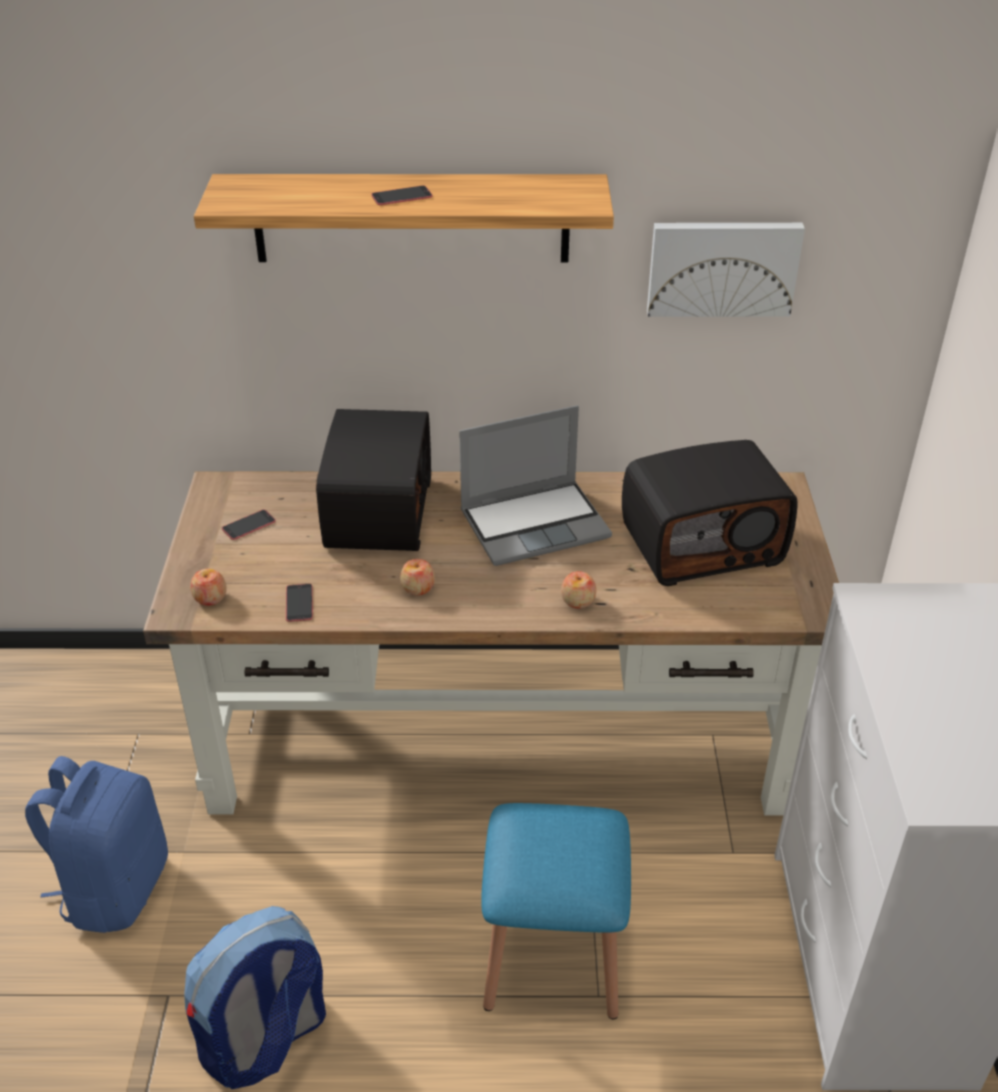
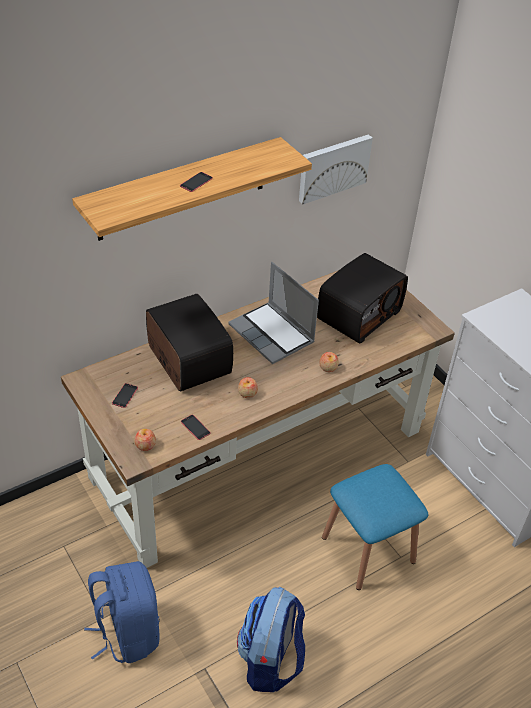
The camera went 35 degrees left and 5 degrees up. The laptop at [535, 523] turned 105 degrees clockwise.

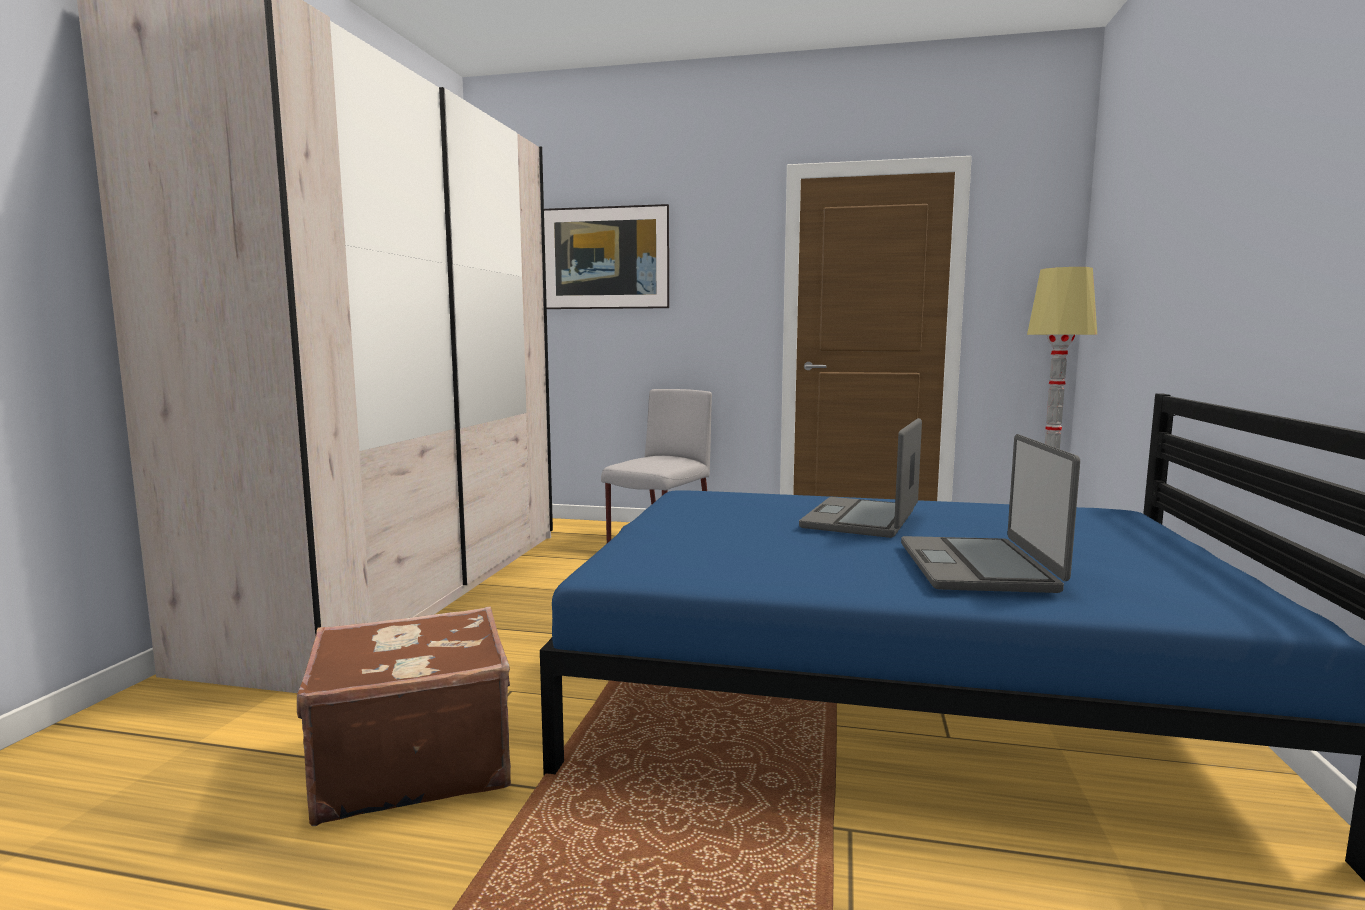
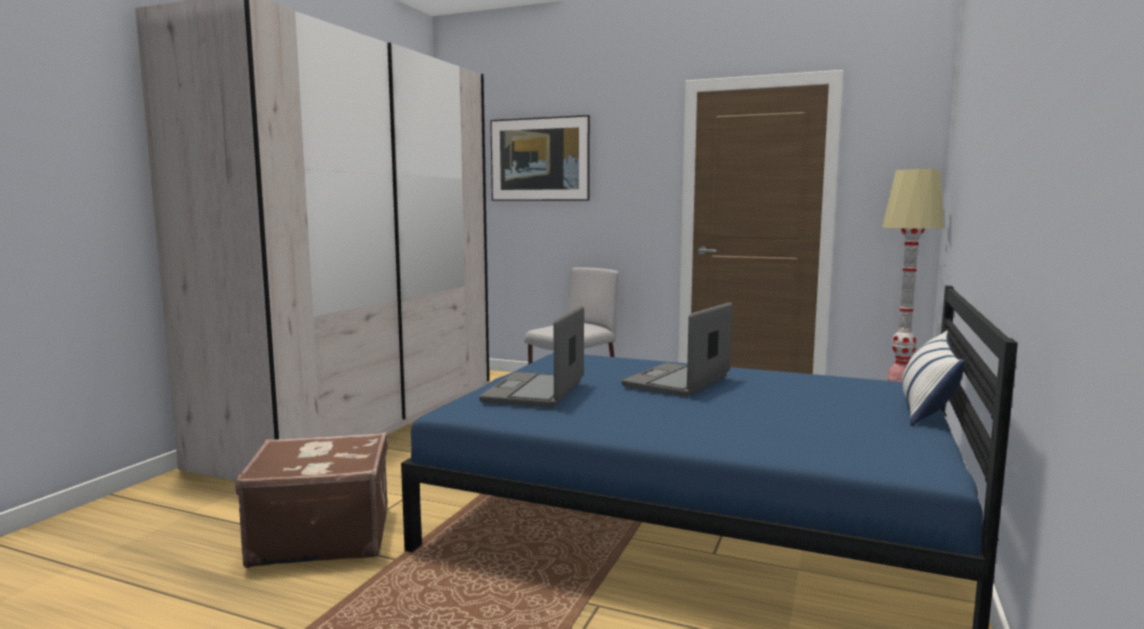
The camera went 10 degrees right and 0 degrees up. The laptop moved from [978, 567] to [535, 392]. The pillow at [926, 406] appeared.

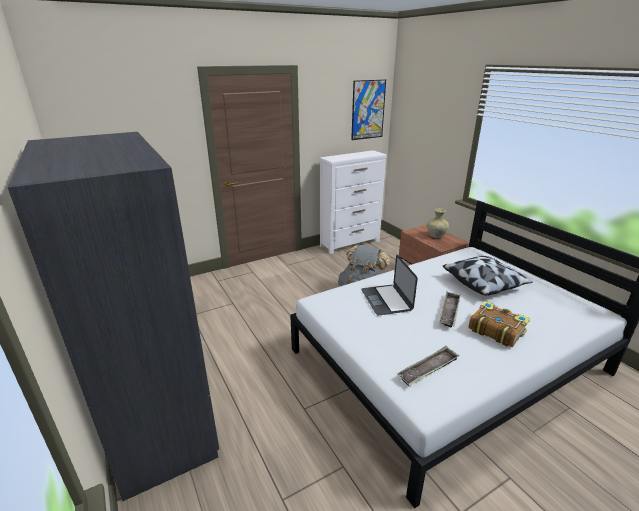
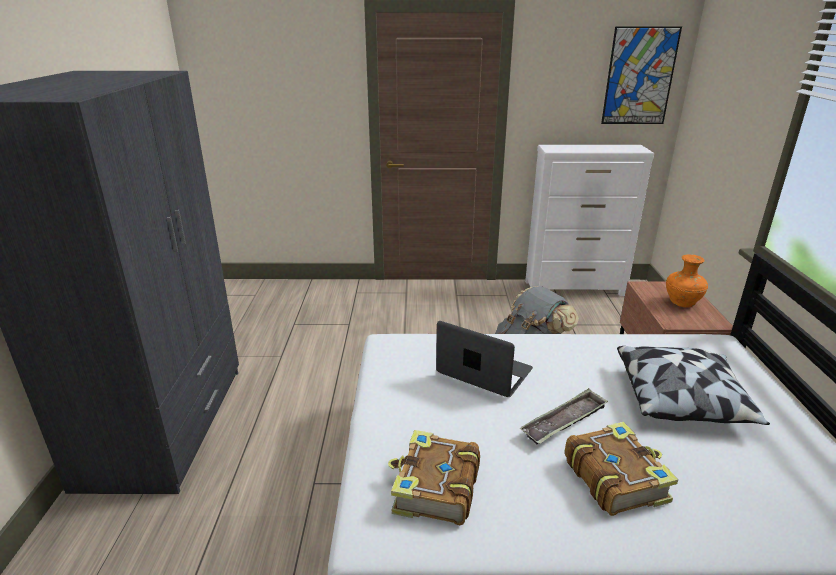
The camera went 30 degrees right and 0 degrees up. The tray at [428, 369] was replaced by the book at [435, 489]. The laptop at [386, 299] turned 105 degrees clockwise. The vase/beige at [436, 236] became the vase/orange at [682, 303].

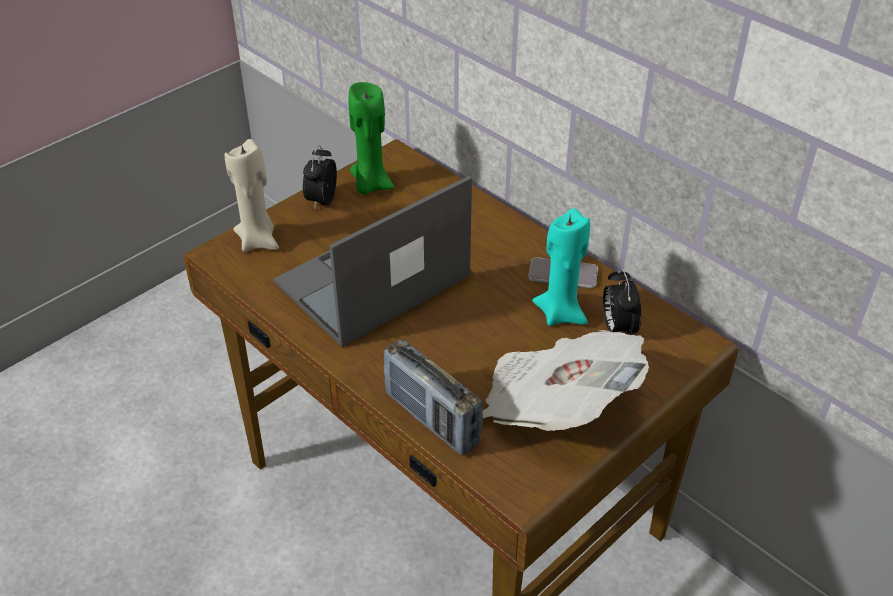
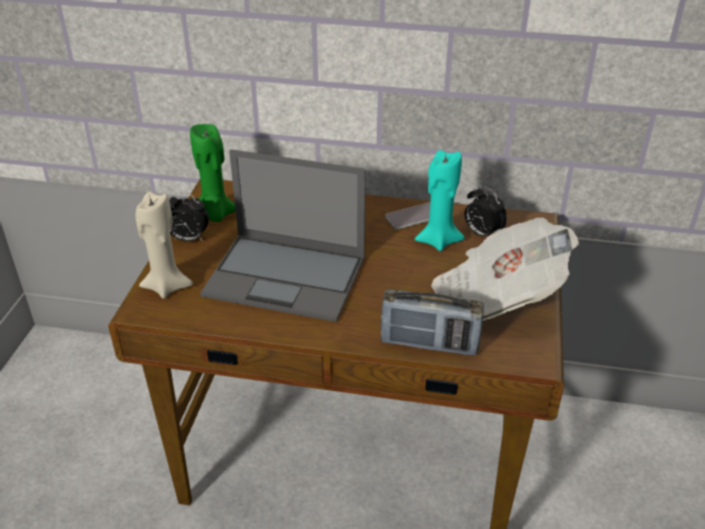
The camera went 35 degrees left and 5 degrees down. The alarm clock at [321, 200] turned 60 degrees counterclockwise. The laptop at [371, 281] turned 90 degrees counterclockwise.

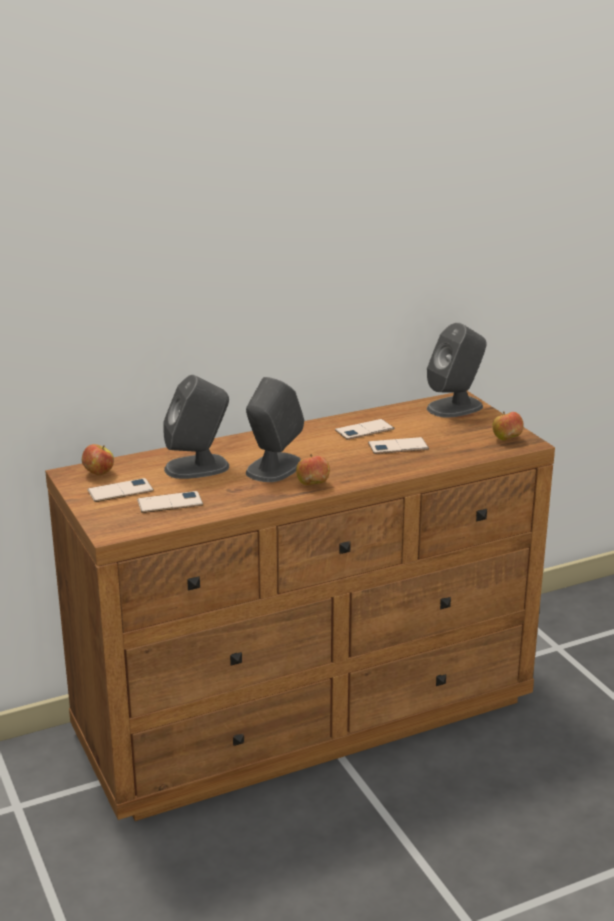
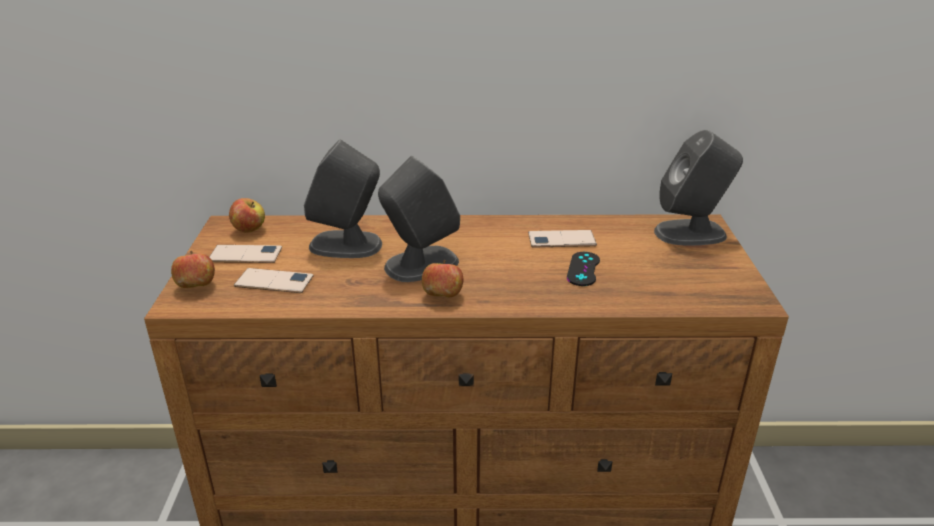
The camera went 25 degrees right and 5 degrees up. The apple moved from [506, 439] to [196, 286]. The phone at [398, 446] was replaced by the game controller/black at [583, 269].

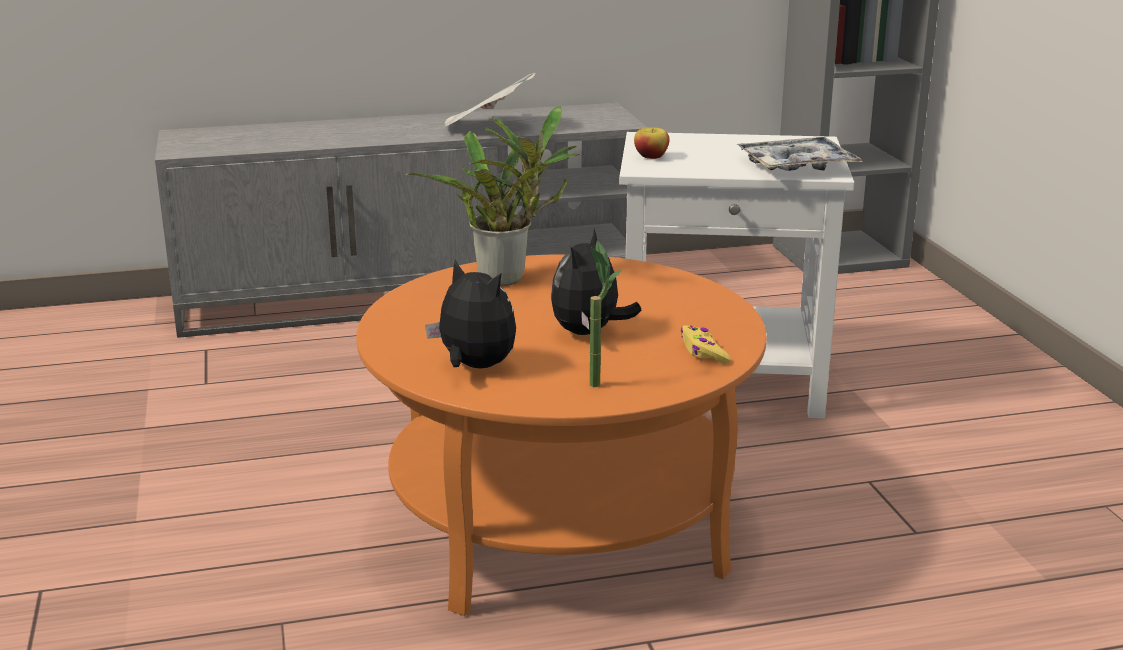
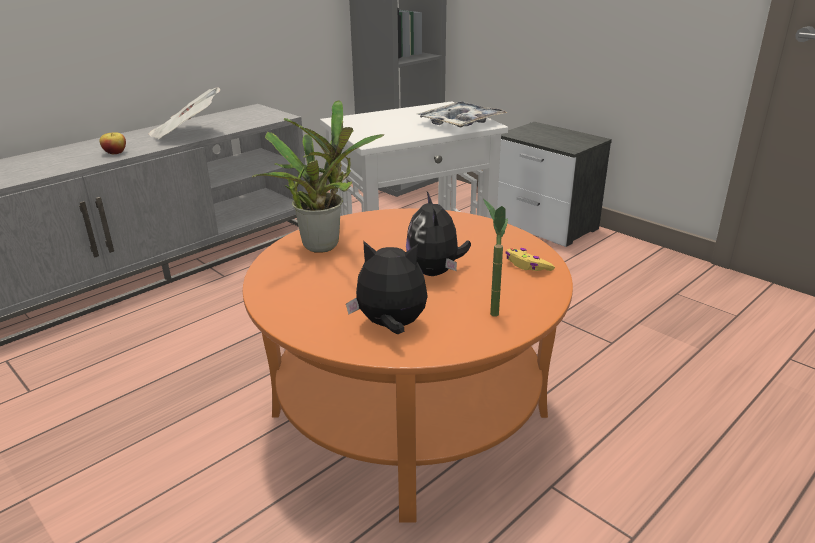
The camera went 30 degrees left and 5 degrees up. The apple moved from [651, 156] to [115, 152]. The nightstand at [546, 226] appeared.

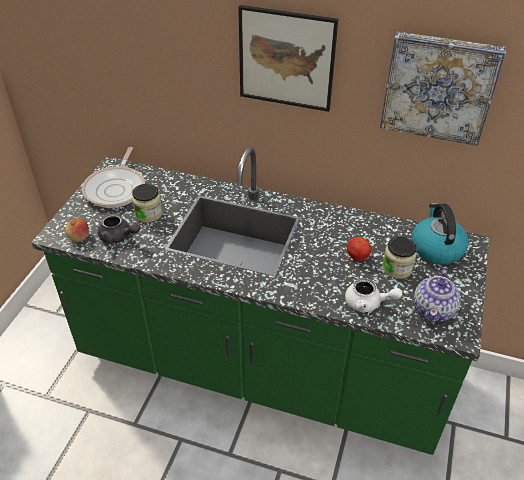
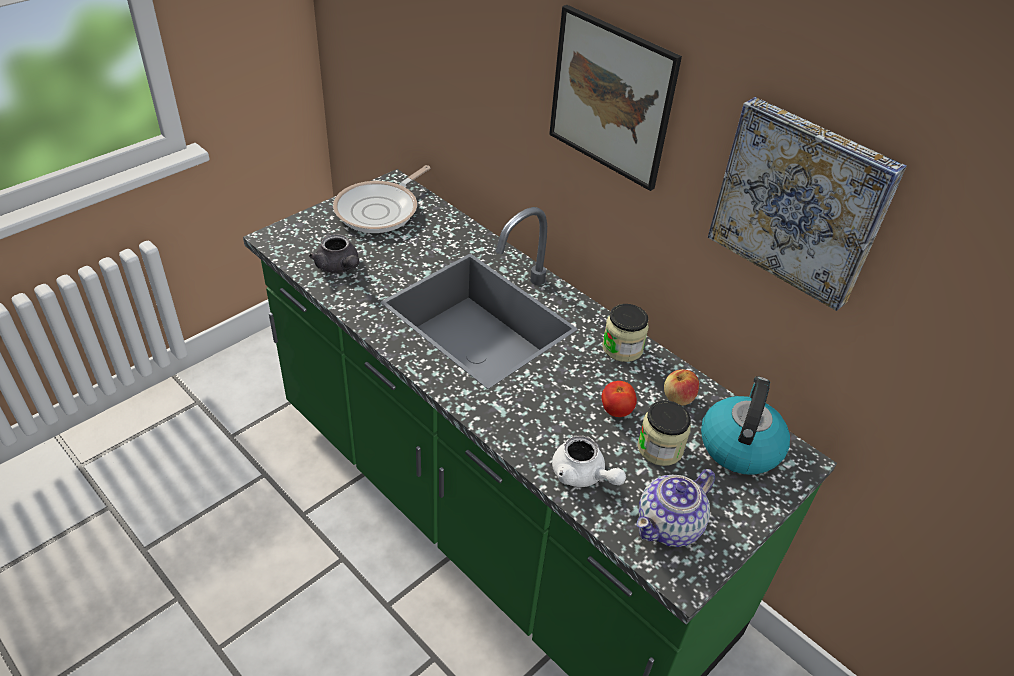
The camera went 25 degrees right and 0 degrees up. The jar moved from [148, 214] to [622, 348]. The apple moved from [79, 237] to [678, 397].

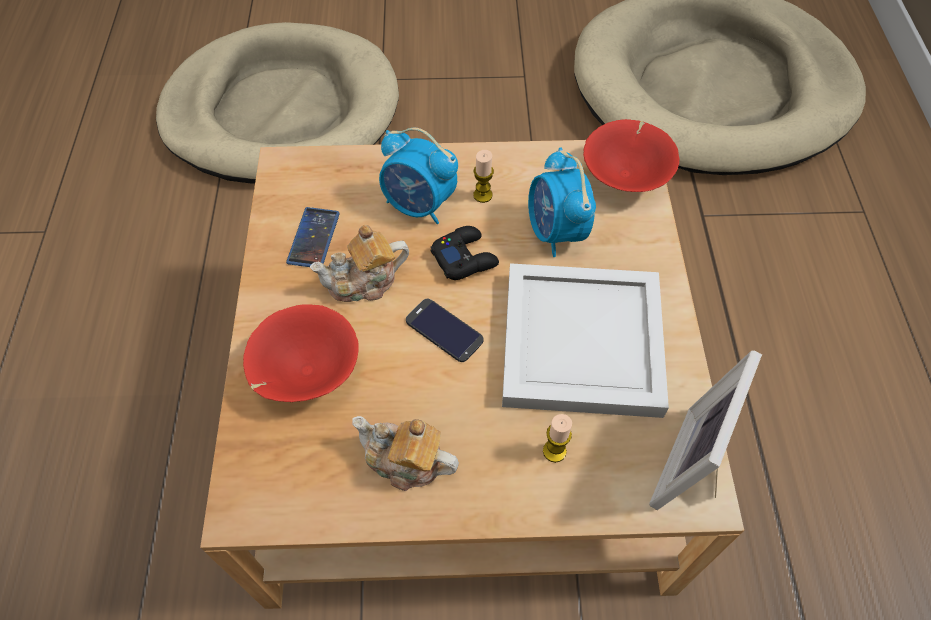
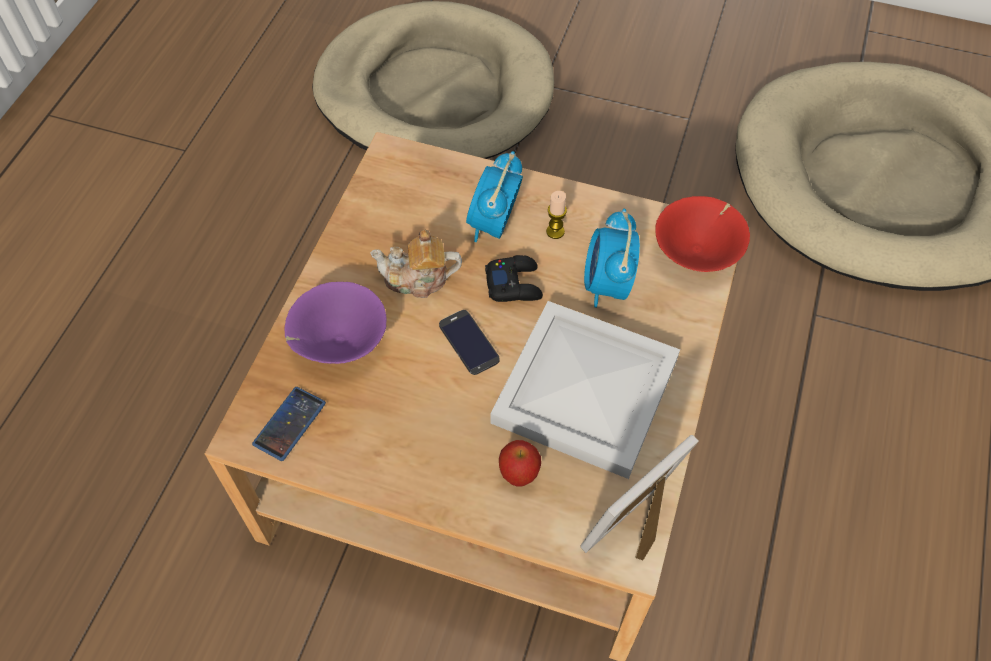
The camera went 20 degrees right and 0 degrees up. The phone moved from [313, 238] to [289, 424]. The bowl/red at [306, 372] became the bowl/purple at [338, 342]. The alarm clock at [419, 205] turned 60 degrees clockwise. The candle at [554, 451] was replaced by the apple at [519, 475]. The teapot at [405, 462] disappeared.

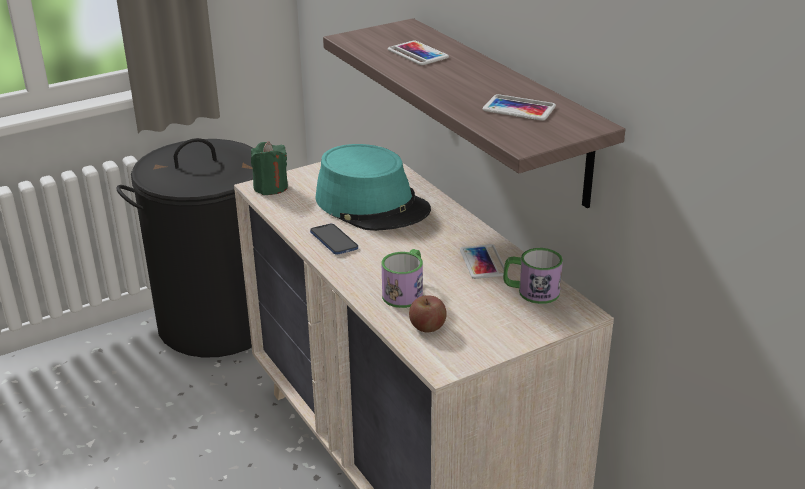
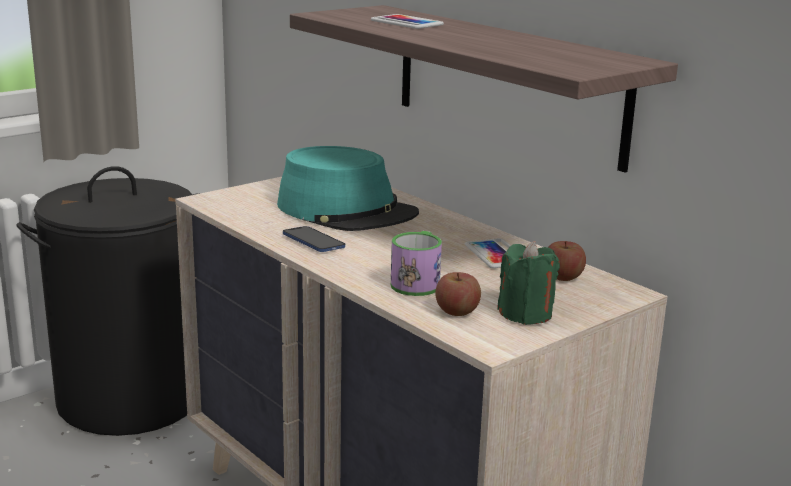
The camera went 10 degrees left and 10 degrees down. The candle/green moved from [270, 187] to [525, 314]. The mug at [531, 291] was replaced by the apple at [563, 277]. The phone at [519, 108] disappeared.

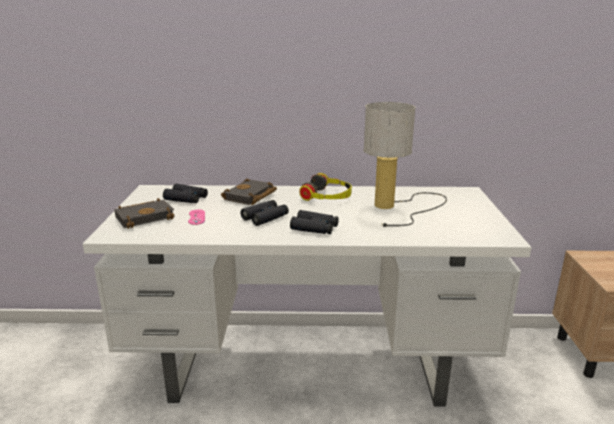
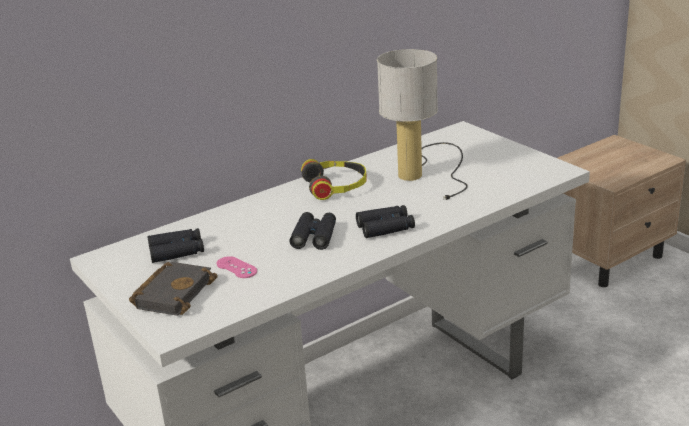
The camera went 35 degrees left and 5 degrees up. The book/black at [250, 197] disappeared.

